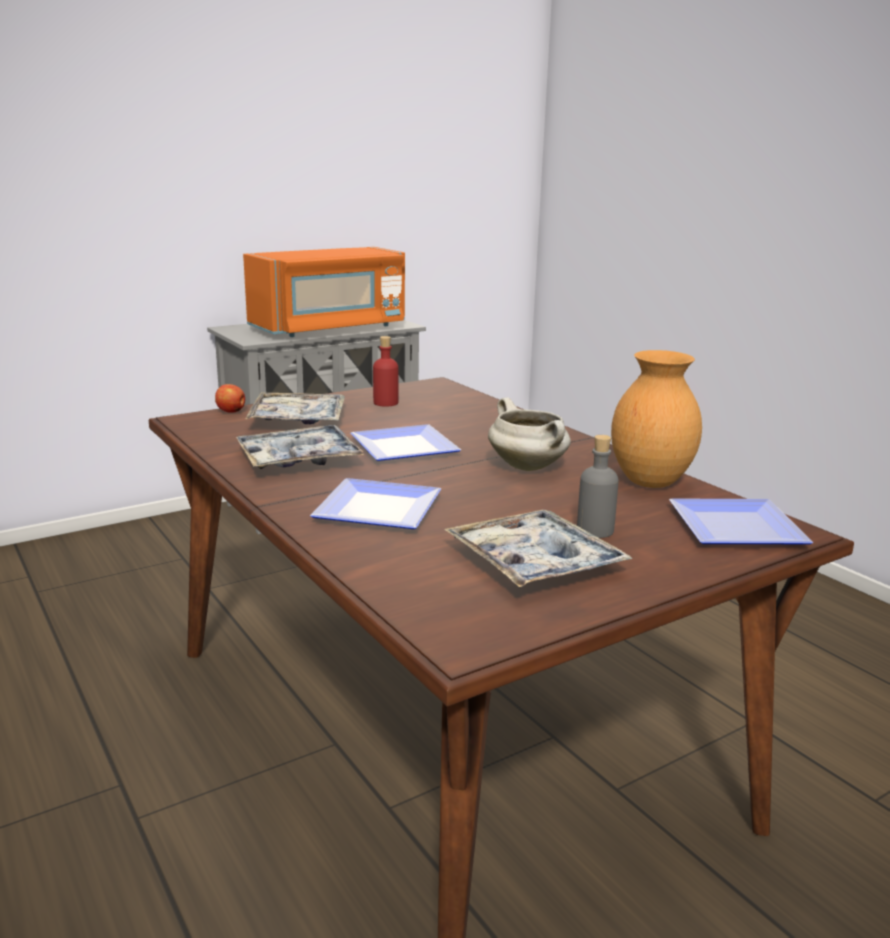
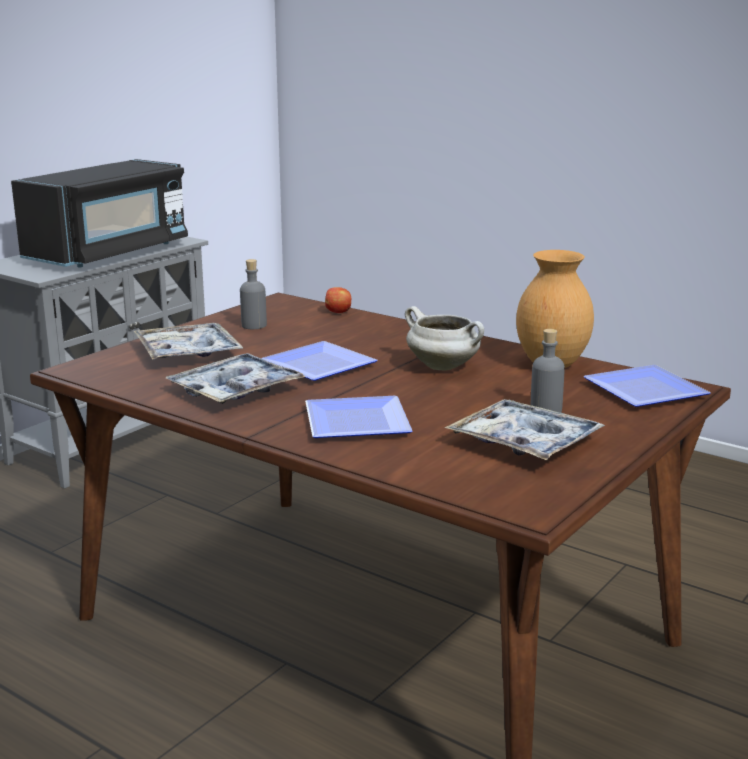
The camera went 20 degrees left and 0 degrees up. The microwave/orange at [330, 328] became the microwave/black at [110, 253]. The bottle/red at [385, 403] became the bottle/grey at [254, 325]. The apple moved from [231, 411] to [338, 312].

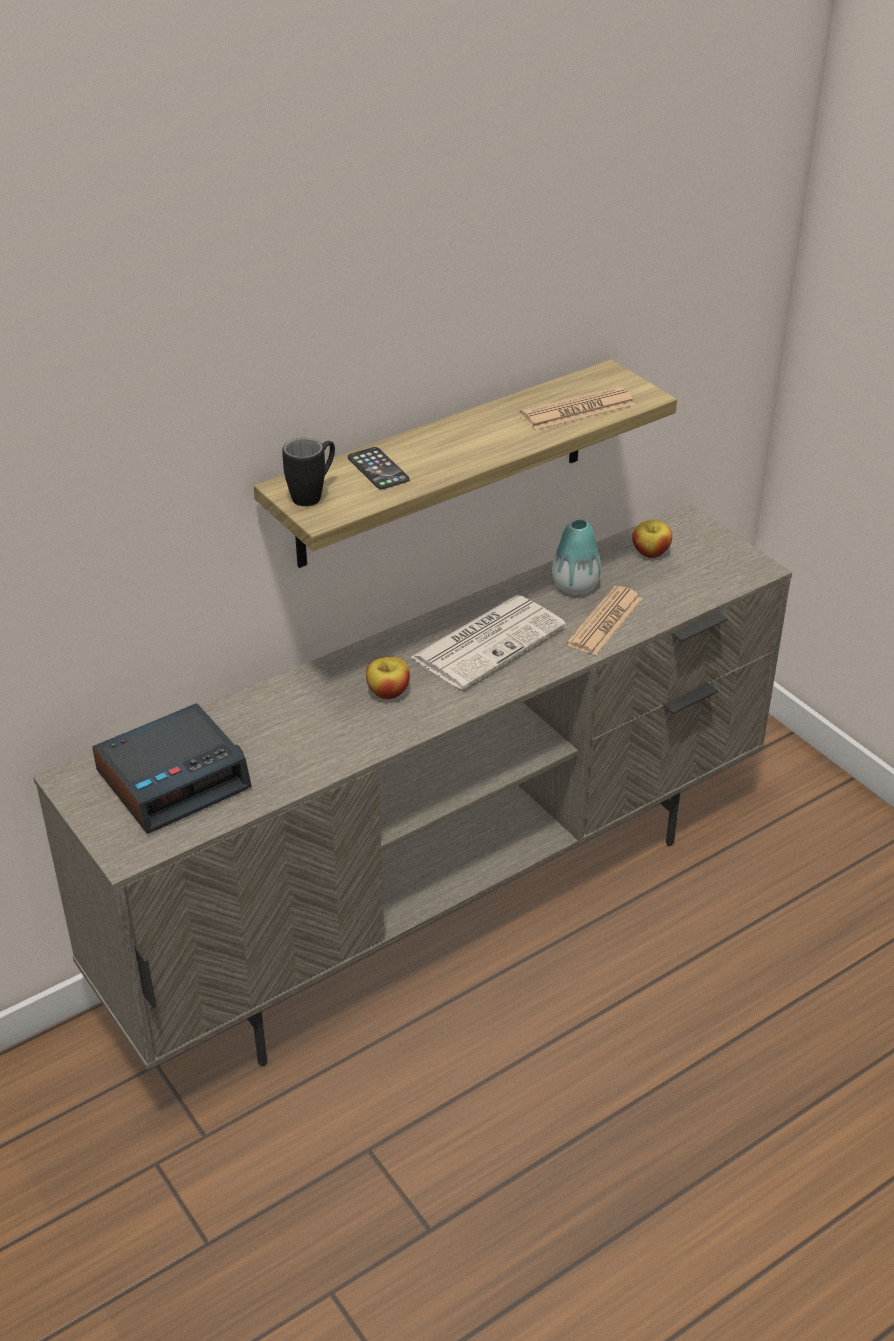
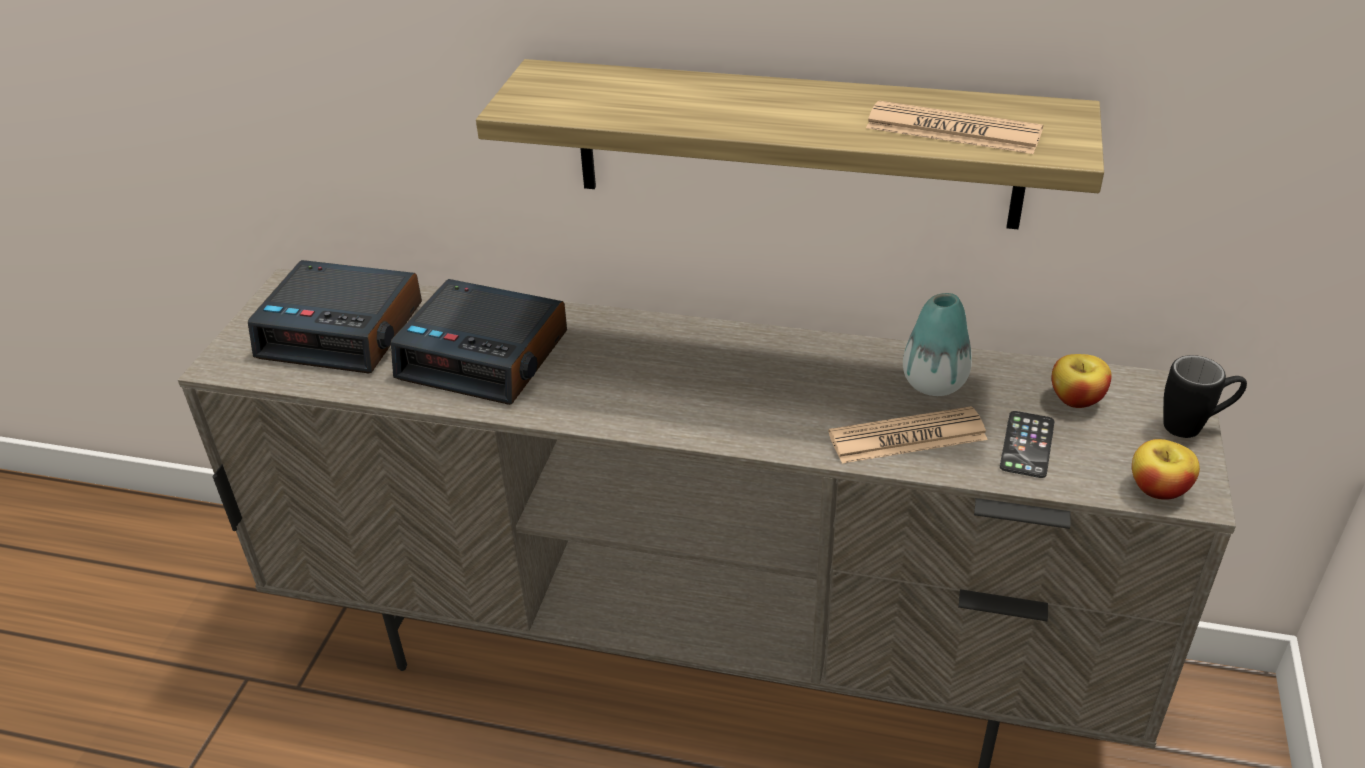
The camera went 50 degrees right and 0 degrees up. The alarm clock at [485, 355] appeared. The phone moved from [378, 469] to [1027, 445]. The apple moved from [388, 692] to [1158, 489]. The mug/black moved from [313, 494] to [1194, 426]. The newspaper at [489, 641] disappeared.

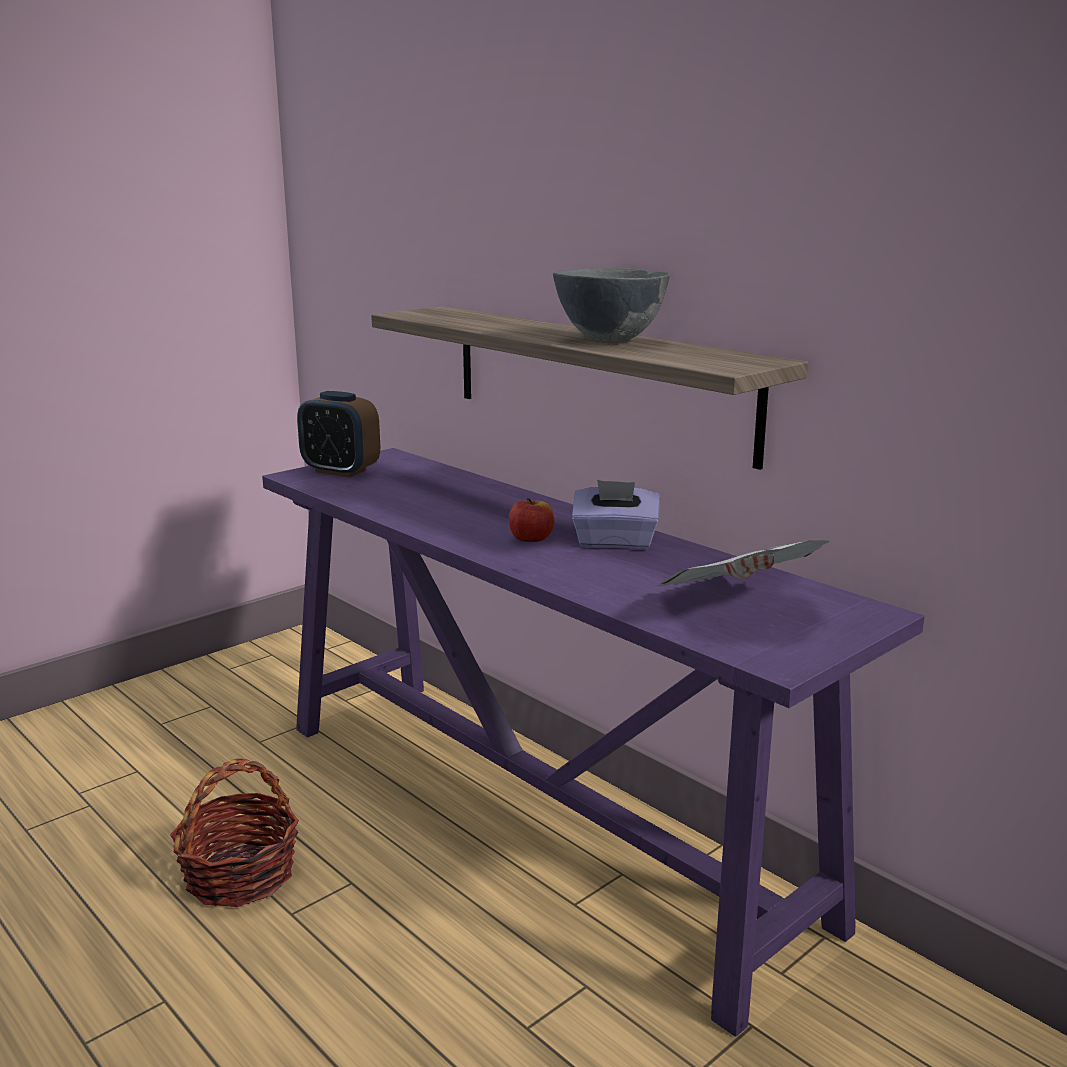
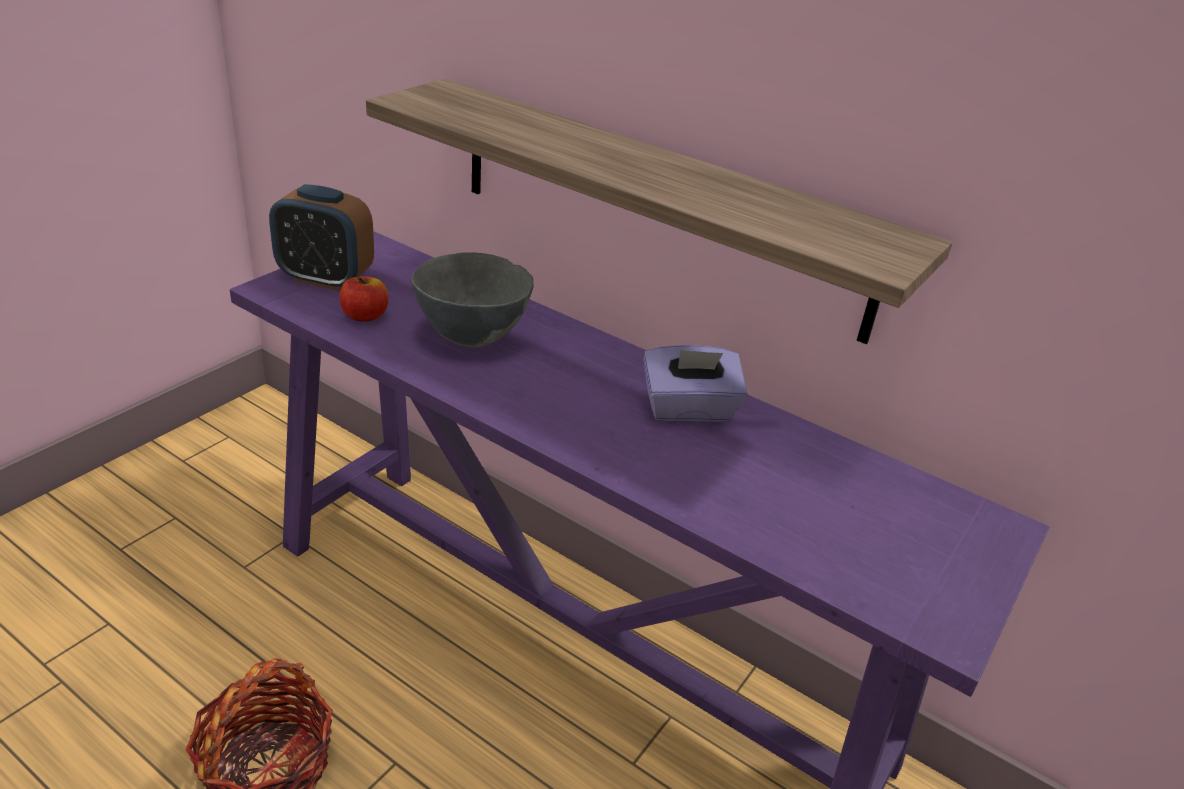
The camera went 15 degrees left and 15 degrees up. The apple moved from [531, 539] to [365, 316]. The bowl/grey moved from [610, 340] to [472, 337]. The newspaper at [736, 606] disappeared.

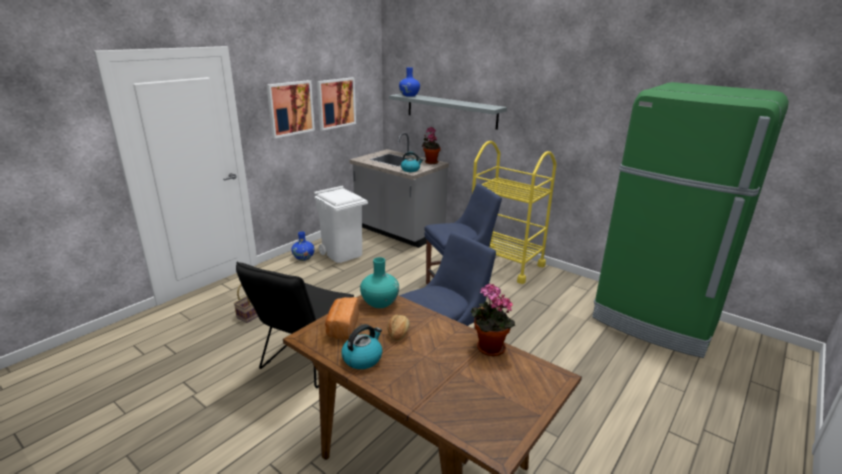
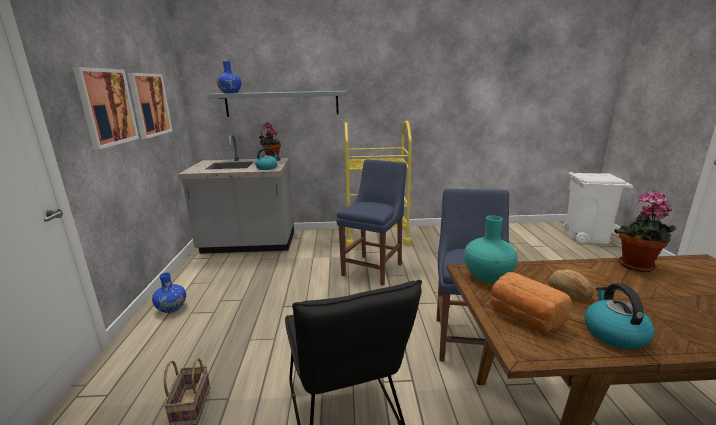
The camera went 40 degrees left and 5 degrees down. The trash can/white moved from [343, 253] to [586, 237]. The fridge/green at [654, 321] disappeared.

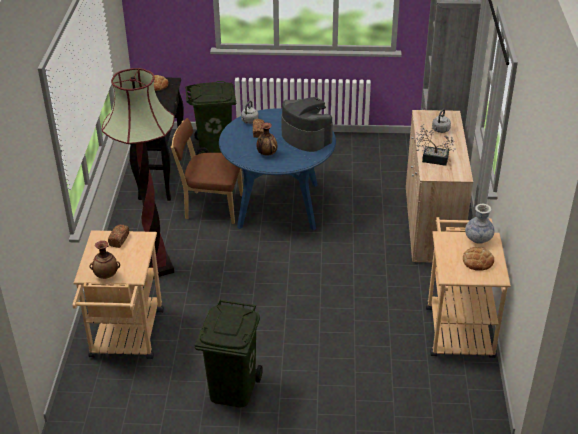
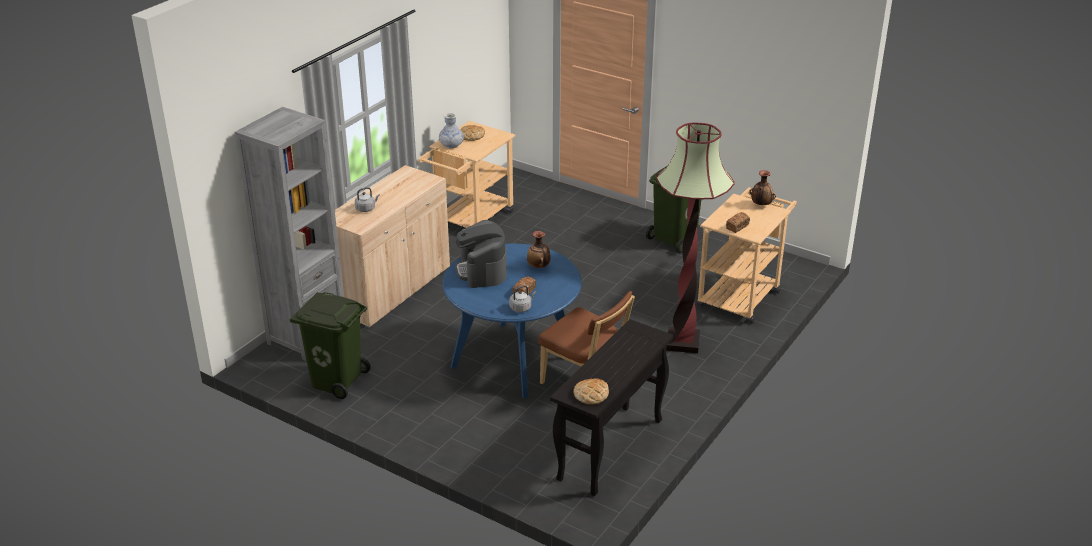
The camera went 150 degrees left and 5 degrees down. The trash can/green moved from [215, 148] to [336, 380]. The potted plant at [432, 158] disappeared.

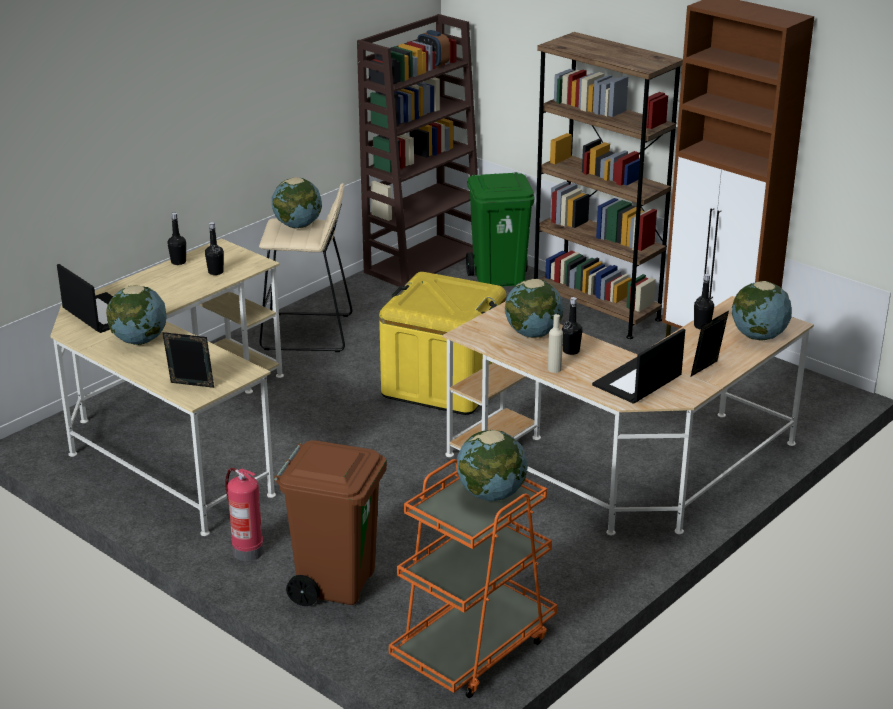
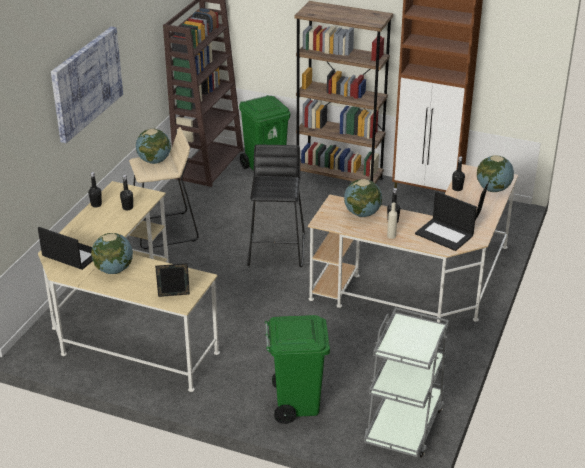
The camera went 20 degrees left and 5 degrees up. The picture at [85, 83] appeared. The storage box/yellow at [443, 384] was replaced by the stool/black at [277, 250]. The trash can/brown at [336, 583] became the trash can/green at [296, 403]. The cart/orange at [473, 647] became the cart/grey at [404, 424]. The laptop at [637, 382] turned 75 degrees counterclockwise. The fire extinguisher at [246, 551] disappeared. The globe at [491, 494] disappeared.

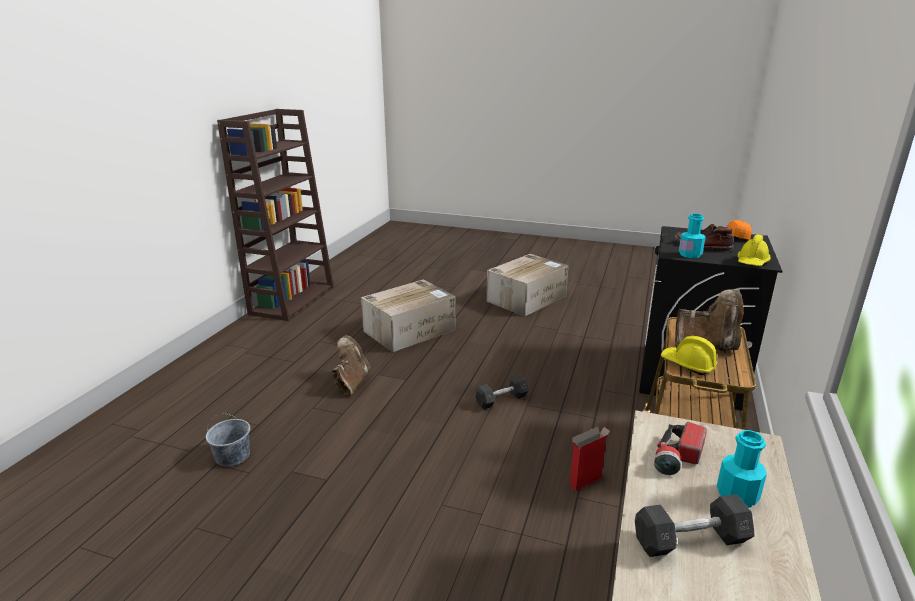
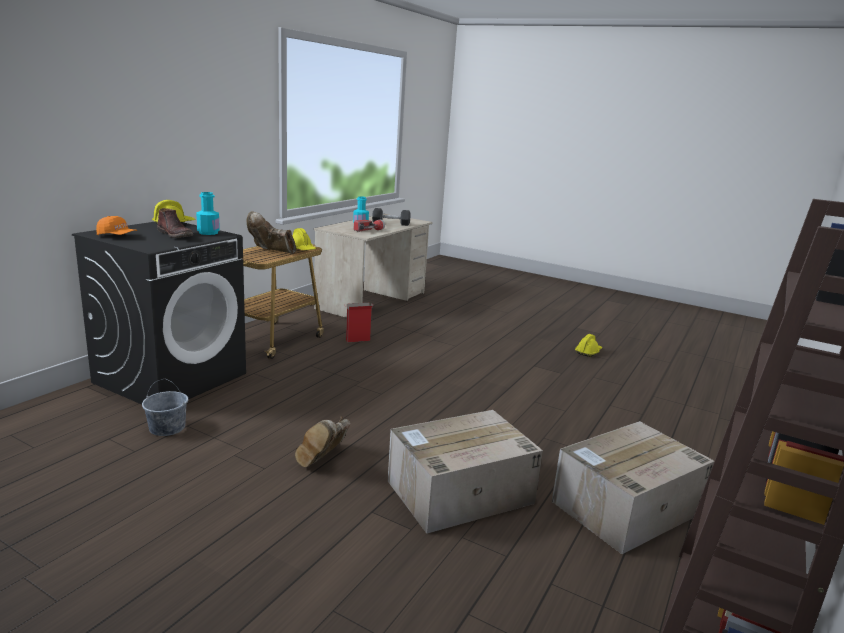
The camera went 170 degrees left and 5 degrees down. The bucket/grey moved from [233, 456] to [167, 428]. The boot/brown moved from [351, 383] to [323, 460]. The cardboard box moved from [527, 298] to [625, 508]. The hard hat/yellow at [588, 352] appeared. The dumbbell/grey at [501, 400] disappeared.

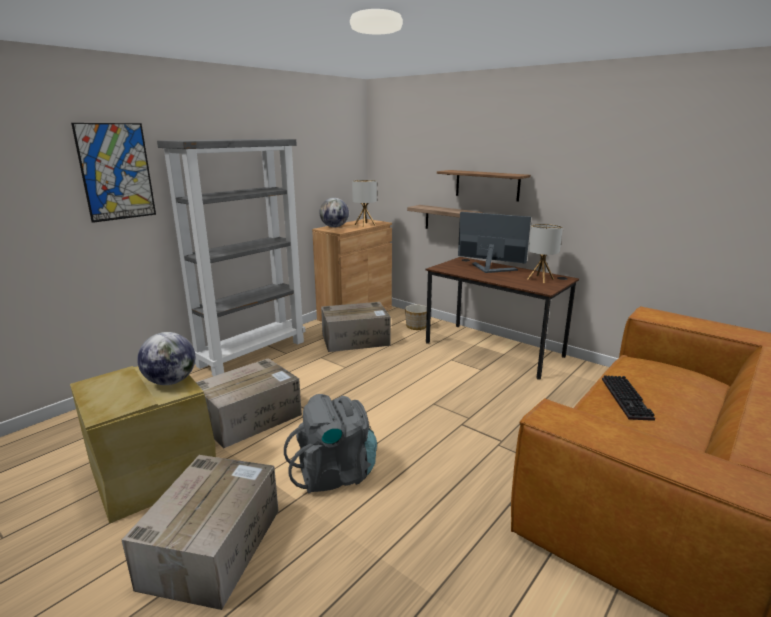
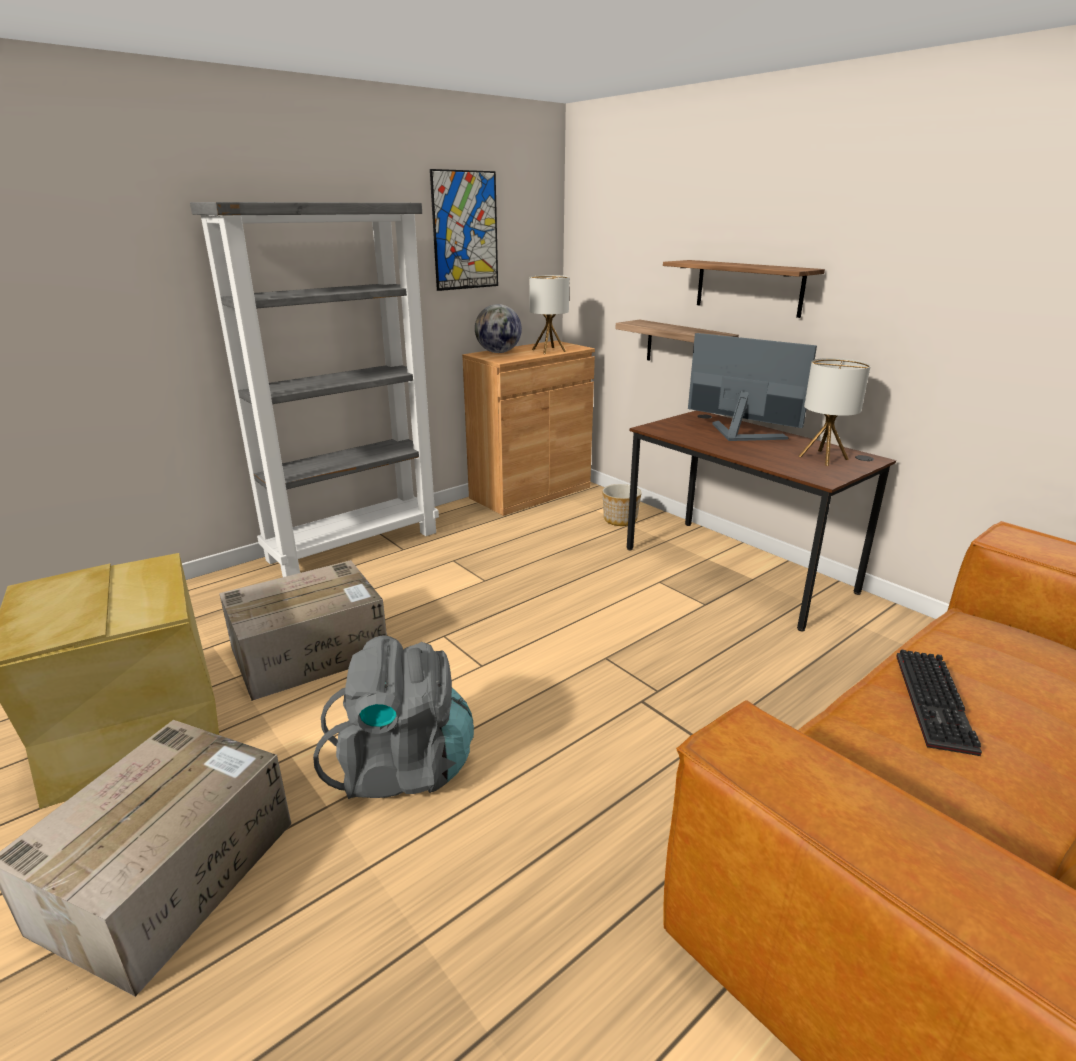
The camera went 10 degrees right and 5 degrees up. The picture moved from [116, 172] to [465, 231]. The globe at [170, 381] disappeared. The cardboard box at [356, 339] disappeared.

